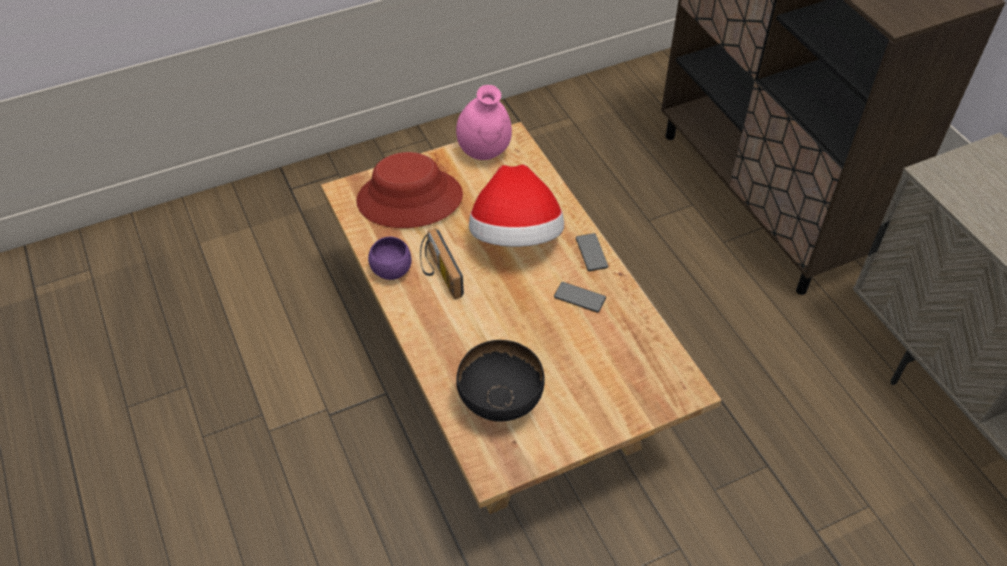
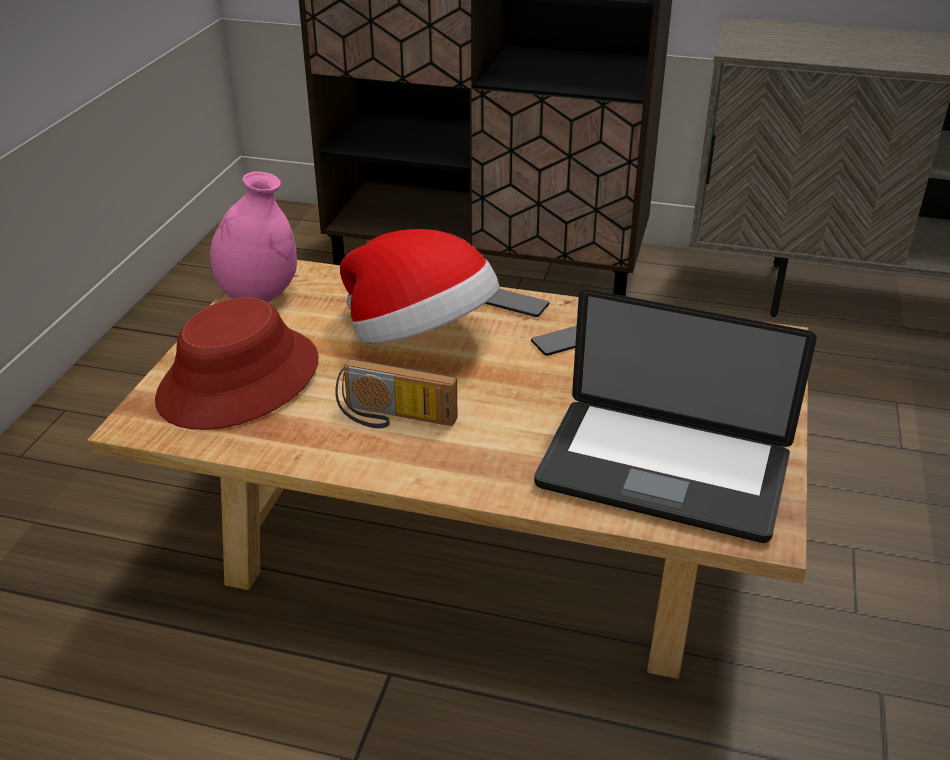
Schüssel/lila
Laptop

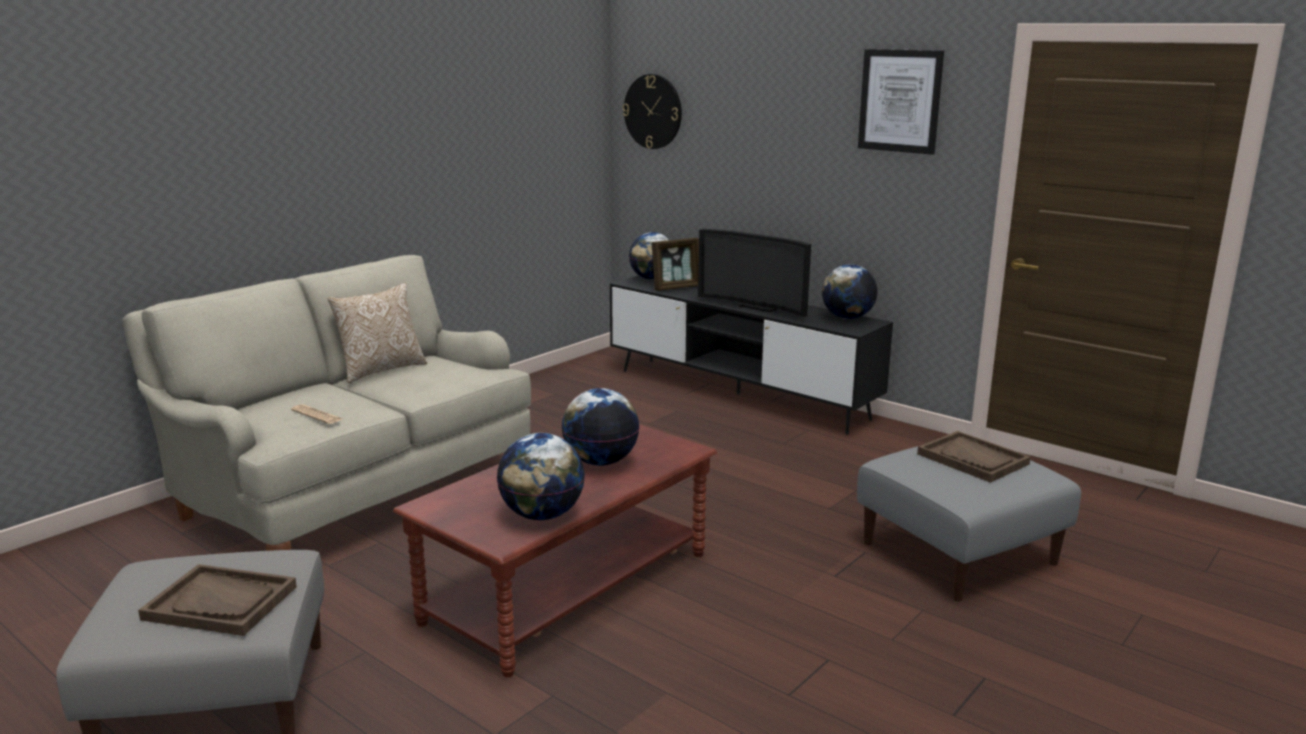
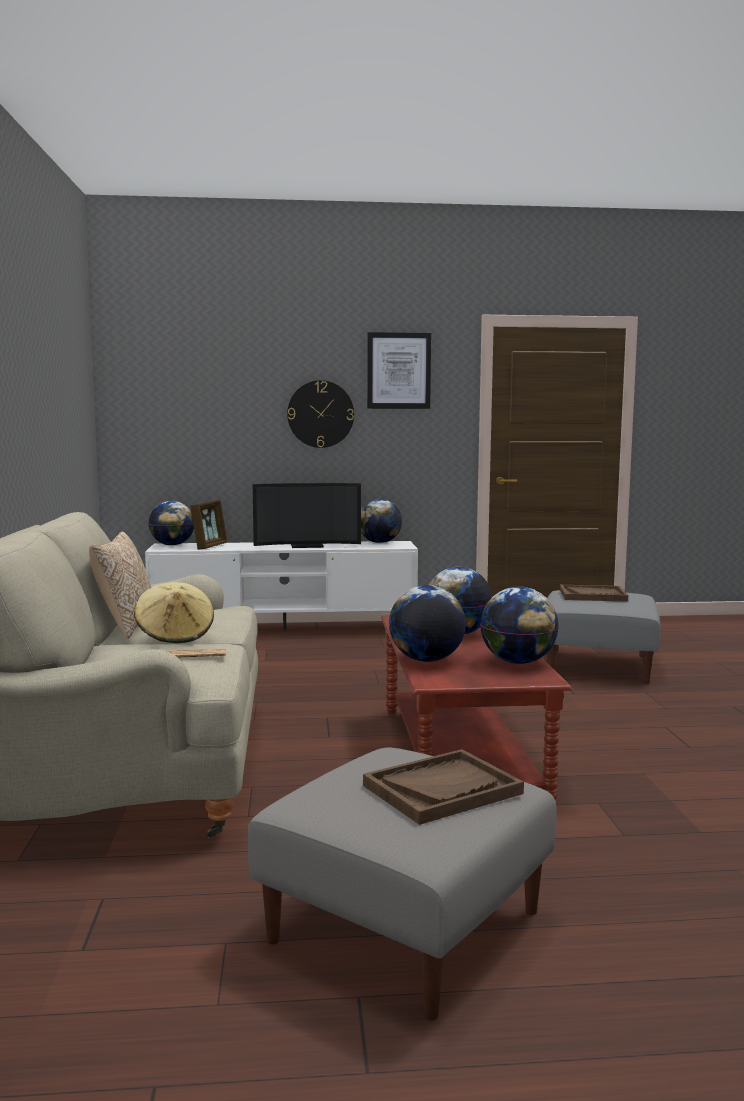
Wanduhr
Fernsehschrank/weiß
Hut/beige
Globus (no. 3 from left)

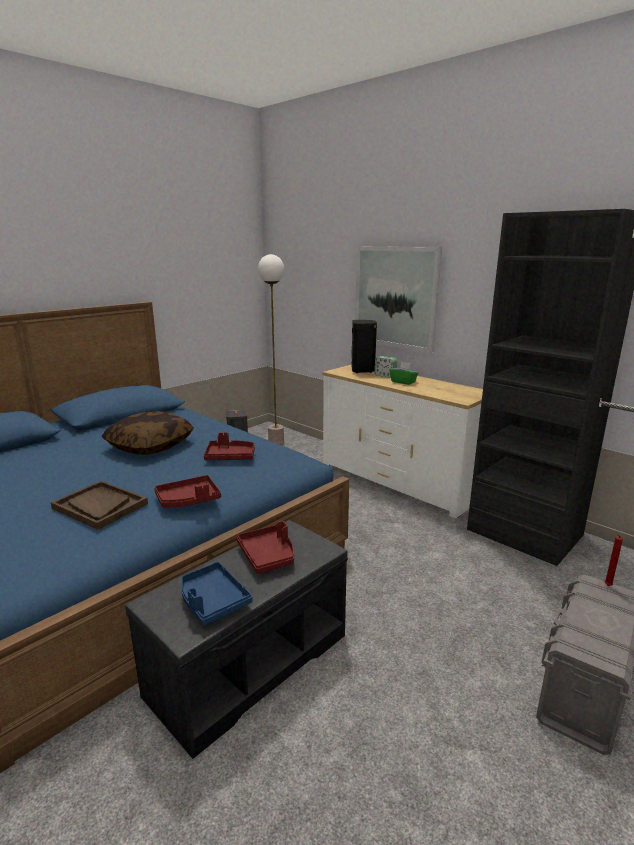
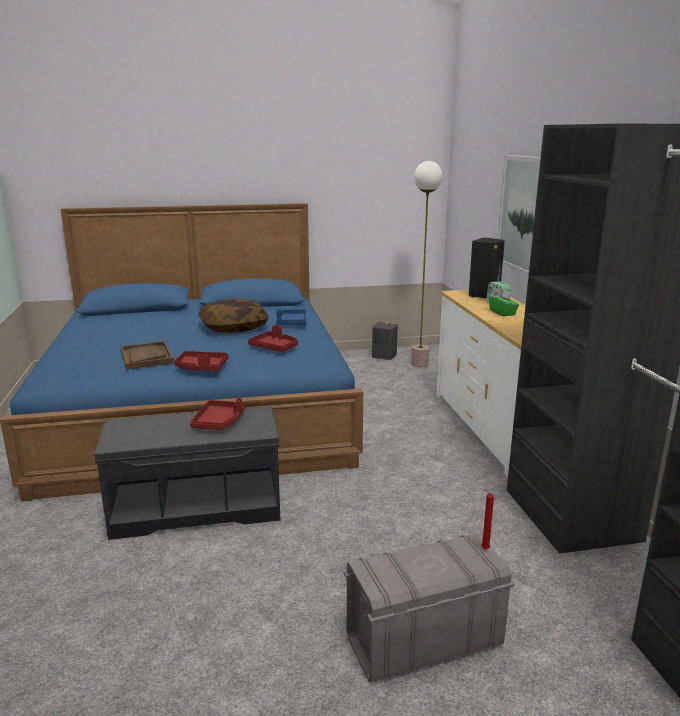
Tablett/blau

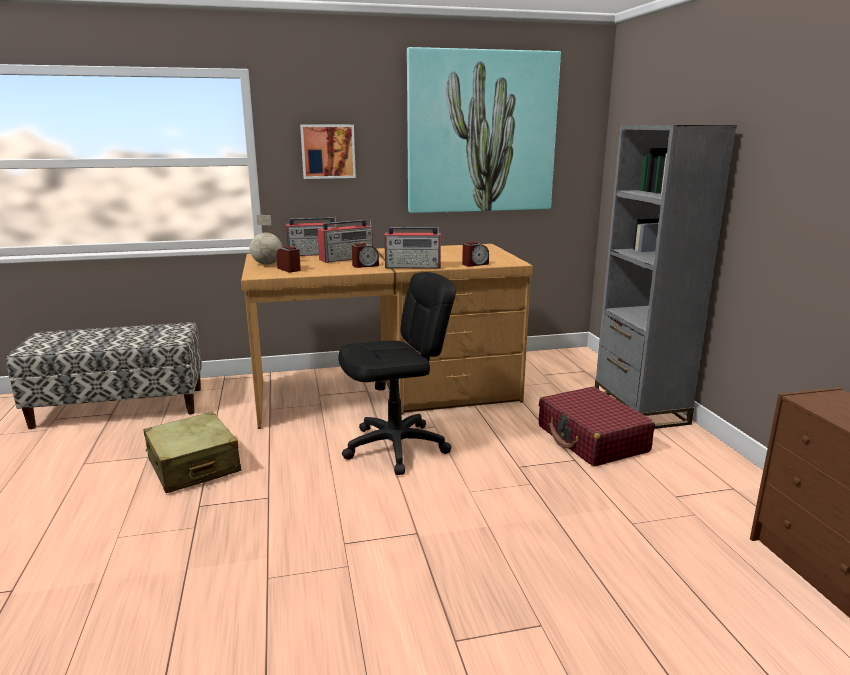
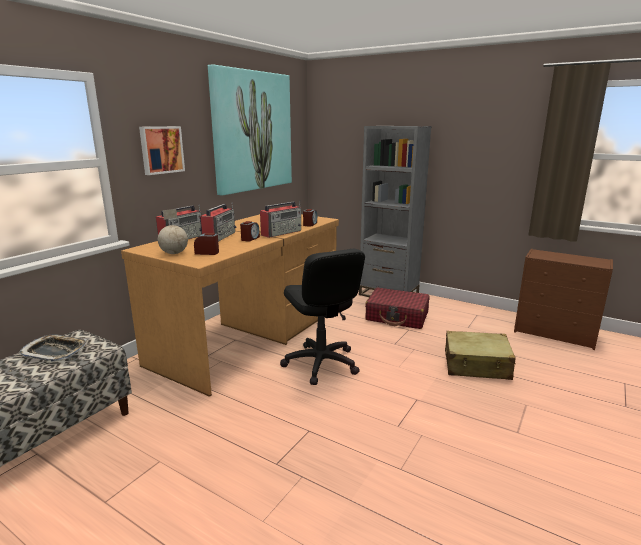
Bürostuhl/schwarz
Koffer/beige
Tablett

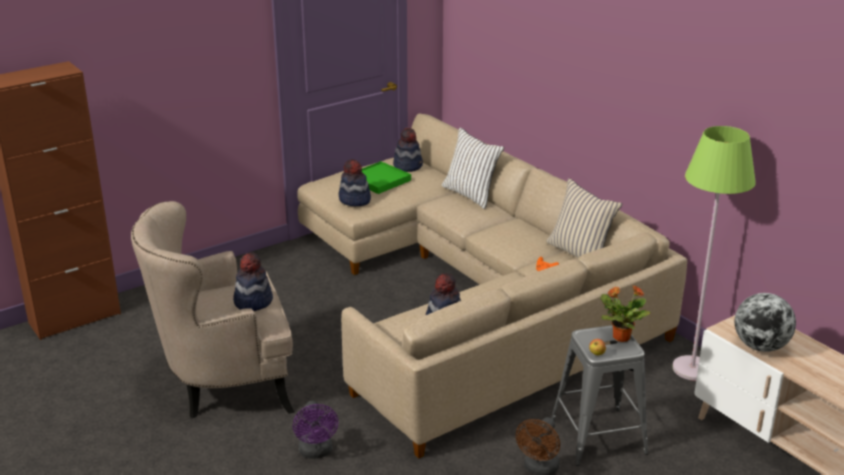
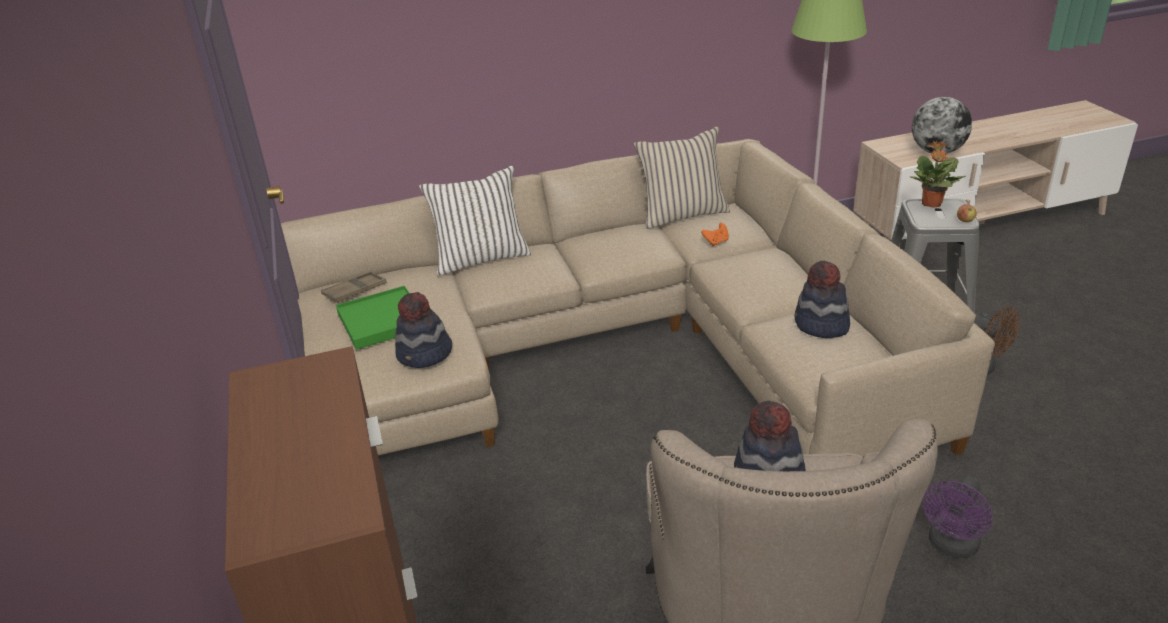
Tablett/braun
Ventilator/lila

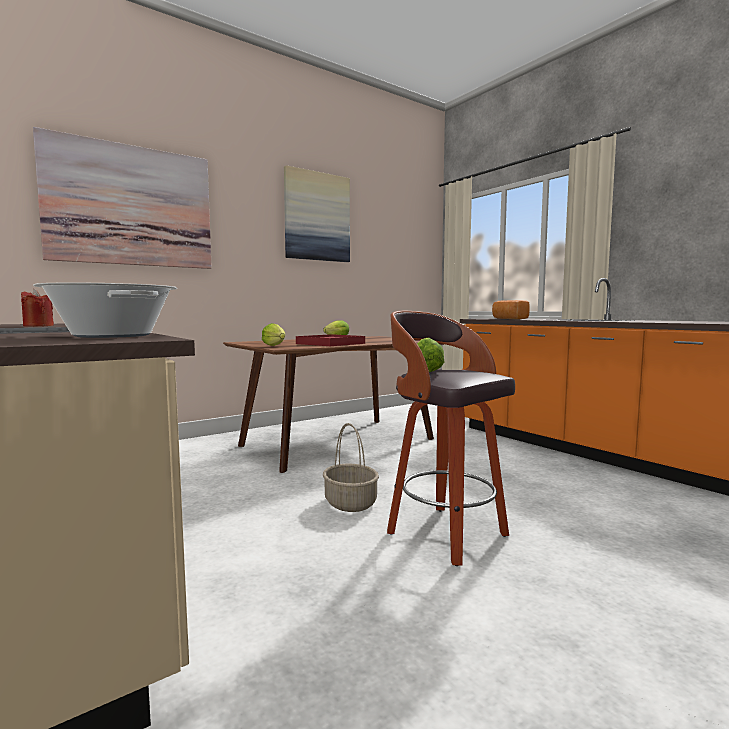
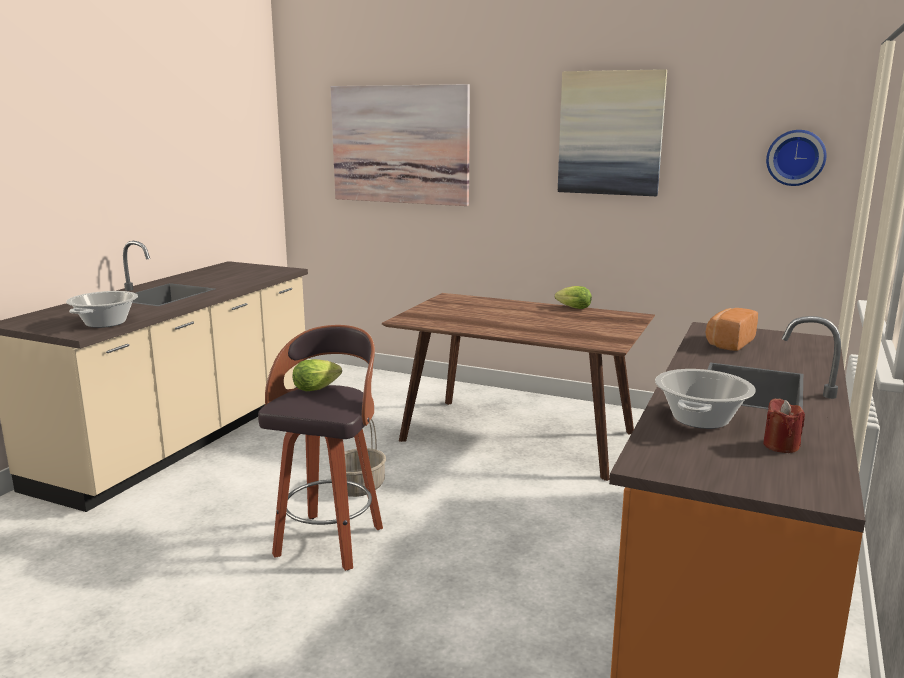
Kerze/rot
Salatkopf (no. 1 from left in the first image)
Tablett/rot
Wanduhr
Kochtopf (no. 2 from left)

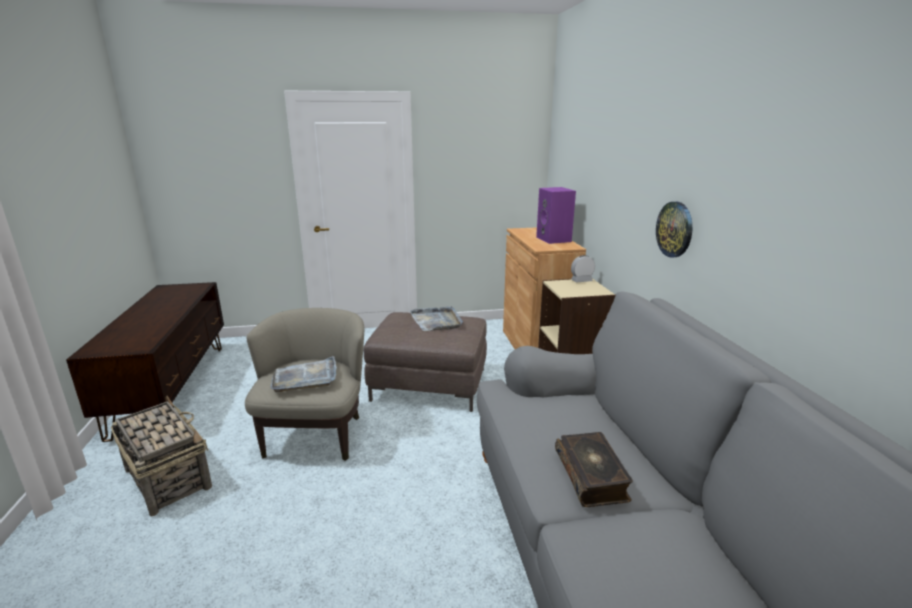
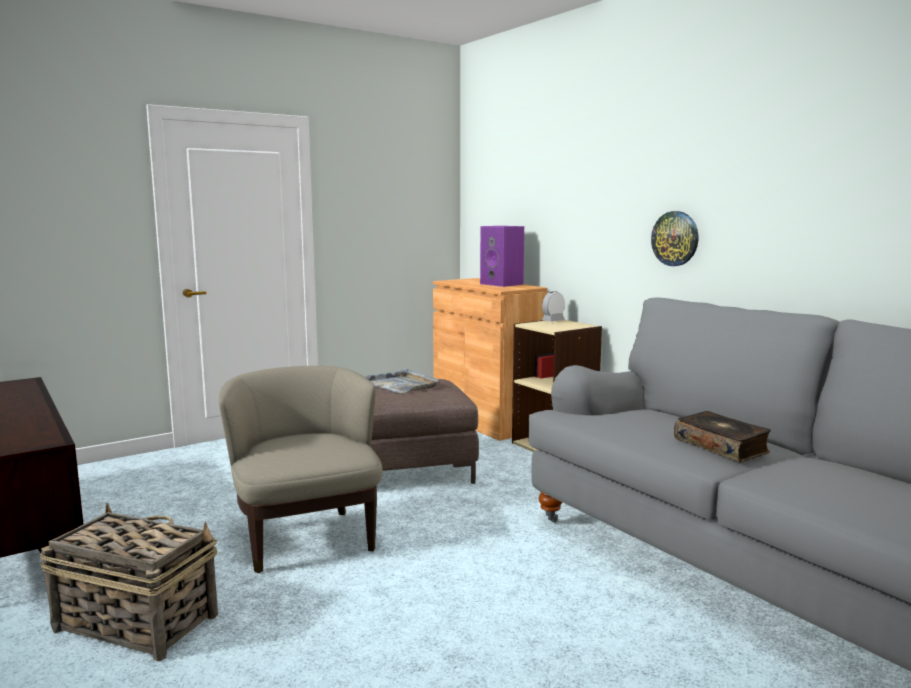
Tablett/grau (no. 1 from left in the first image)

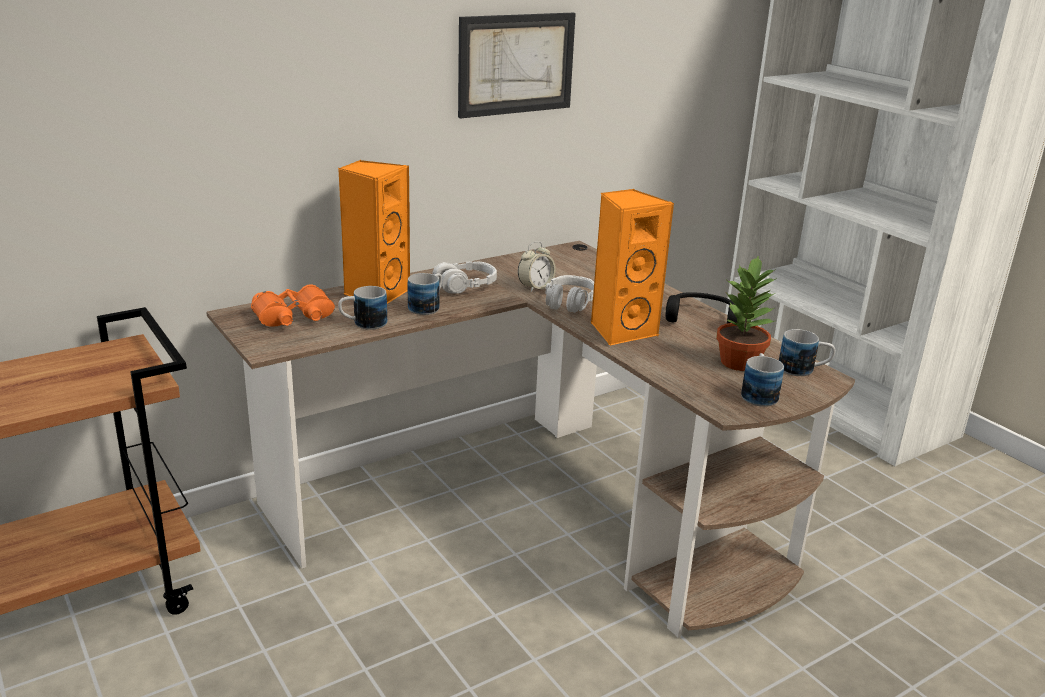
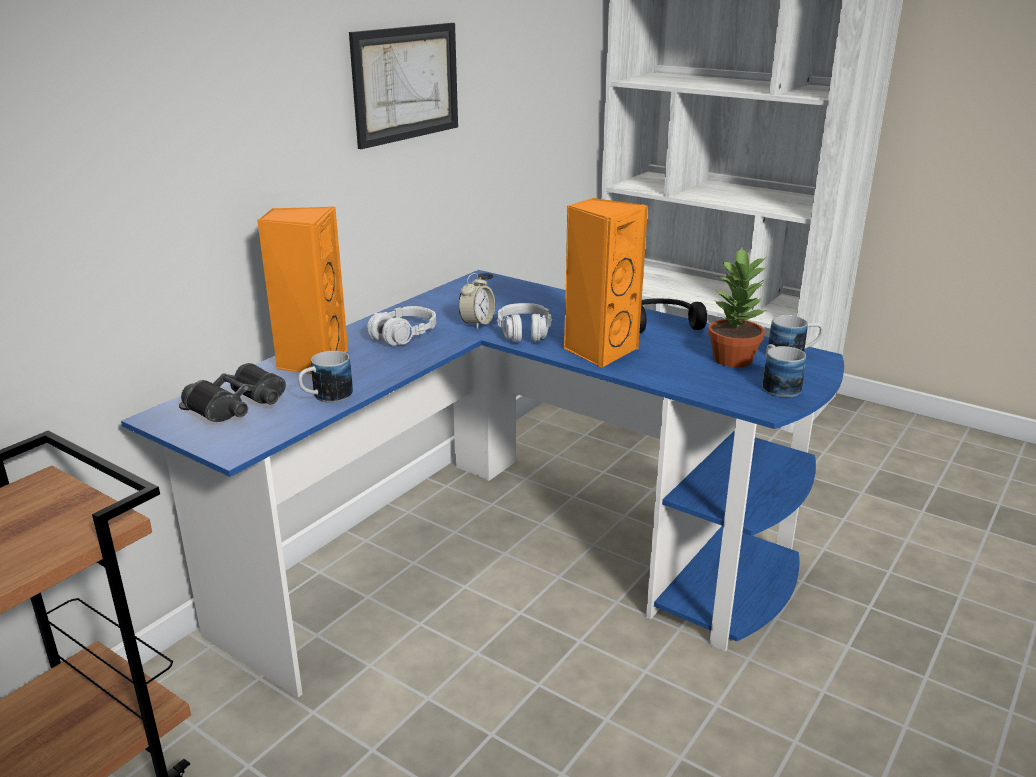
Schreibtisch/blau
Henkelbecher (no. 2 from left in the first image)
Fernglas/schwarz

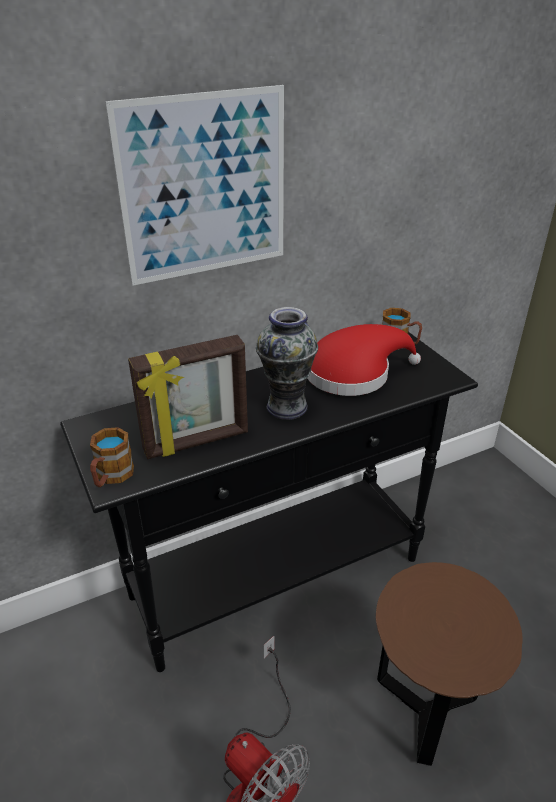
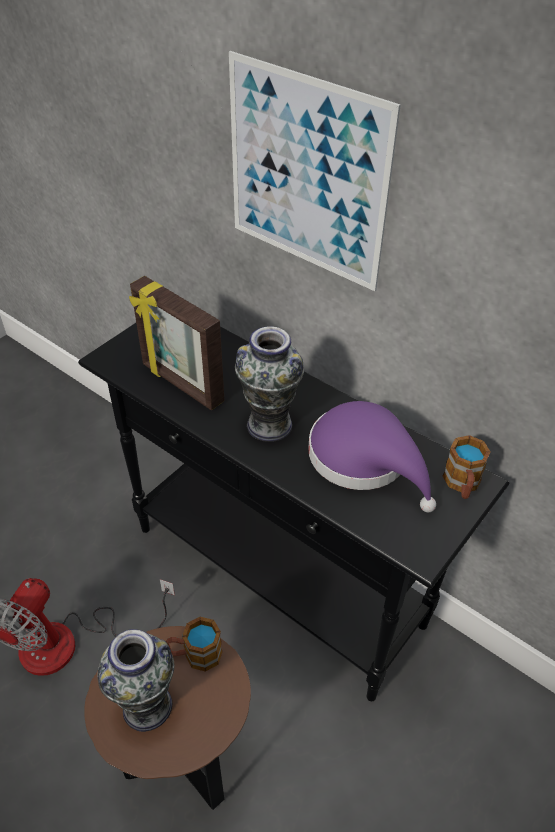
Hut/lila
Henkelbecher (no. 1 from left)
Vase (no. 1 from left)

